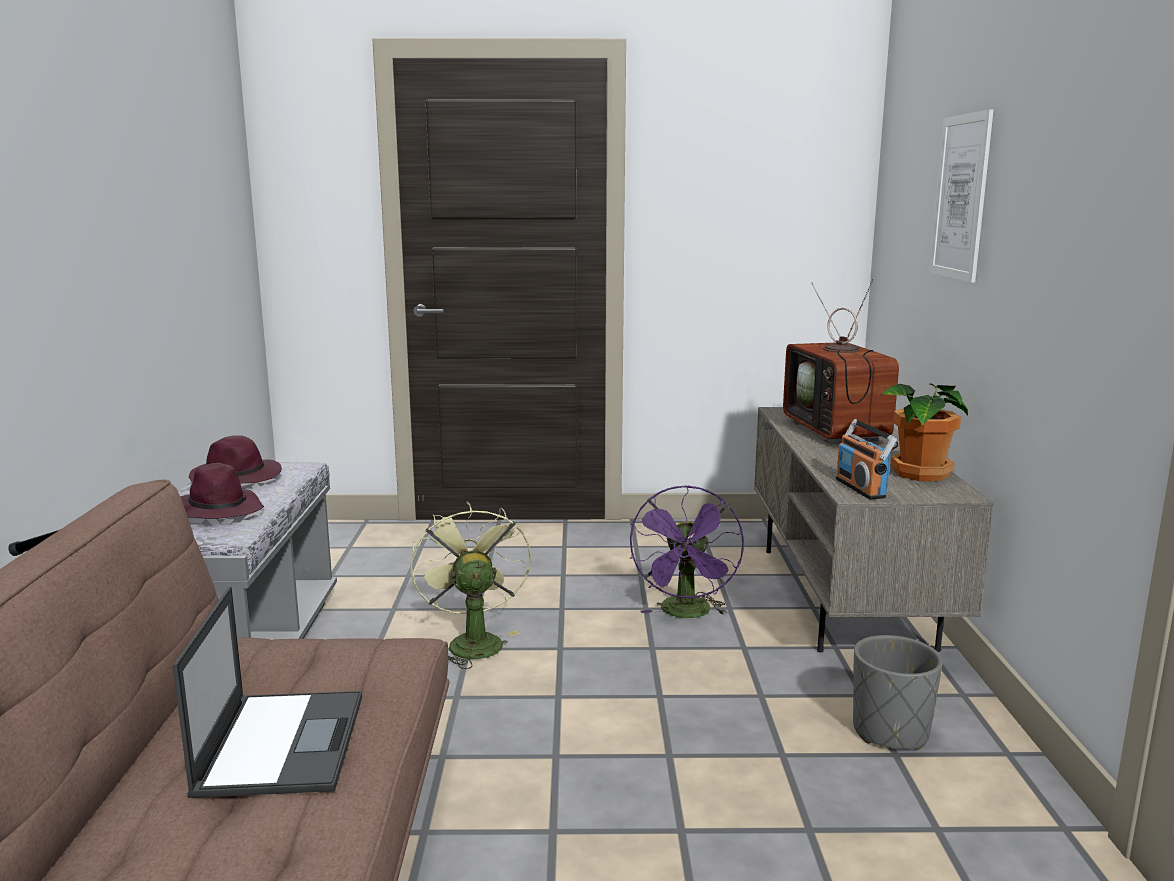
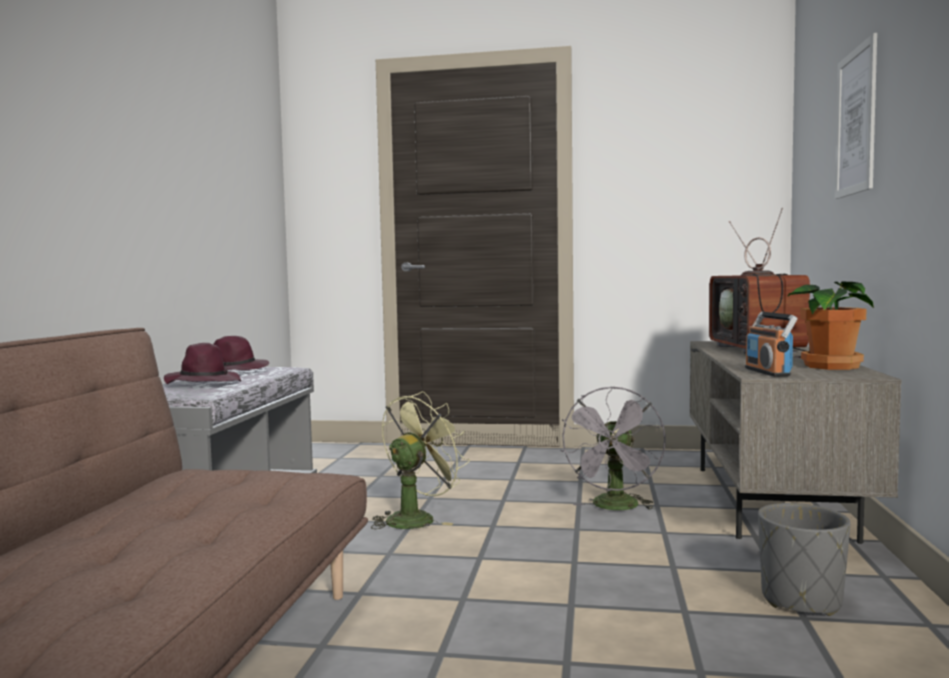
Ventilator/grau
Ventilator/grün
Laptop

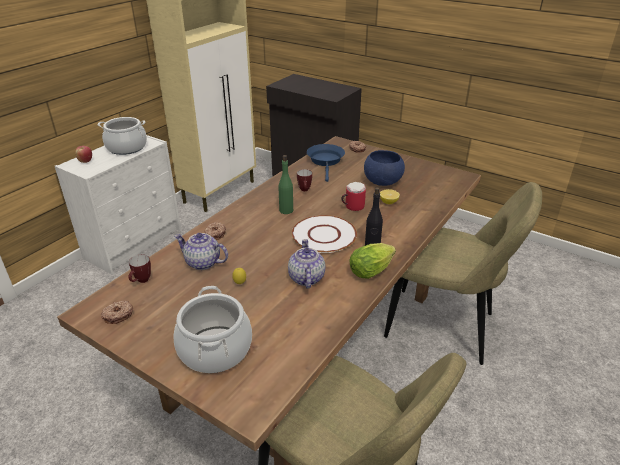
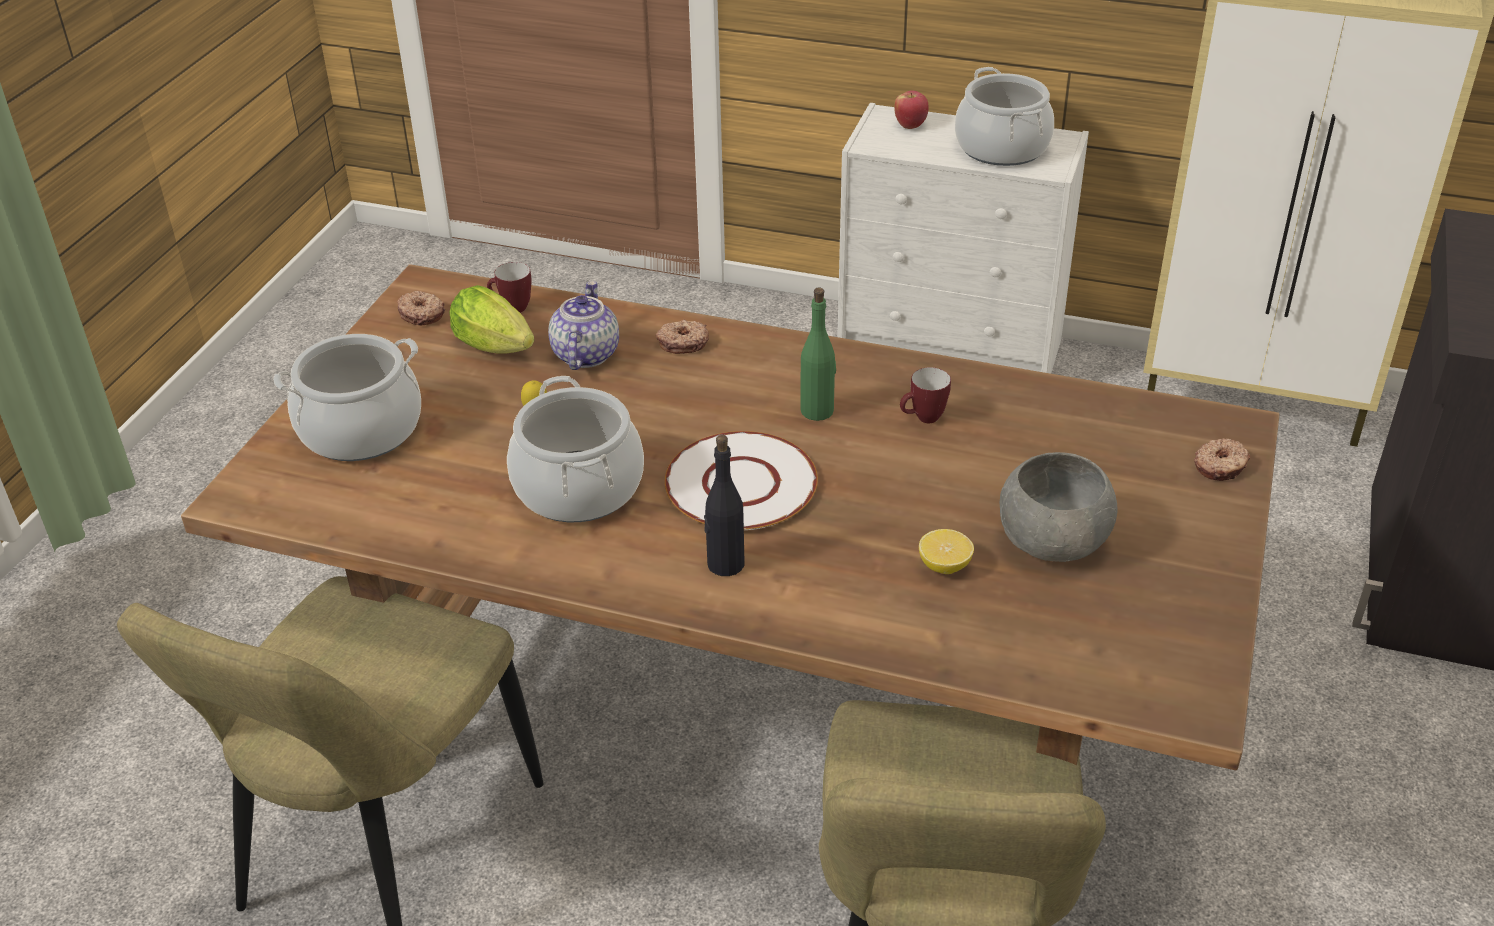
Pfanne/blau
Schüssel/grau
Henkelbecher (no. 3 from left in the first image)
Kochtopf (no. 2 from left)
Salatkopf

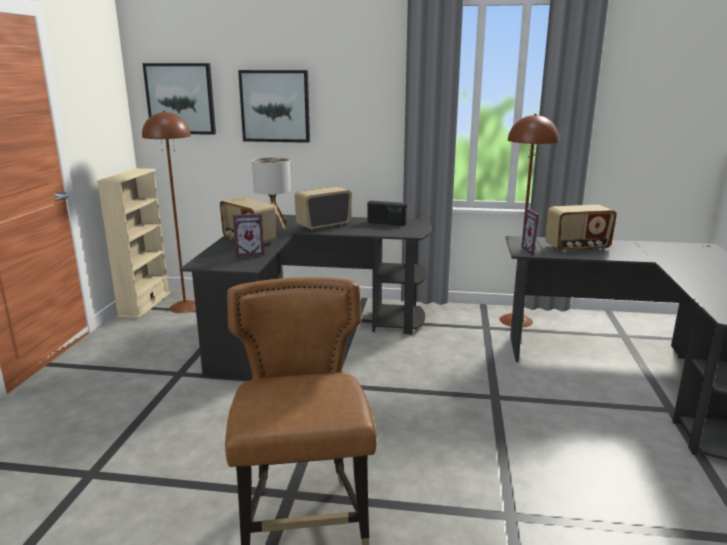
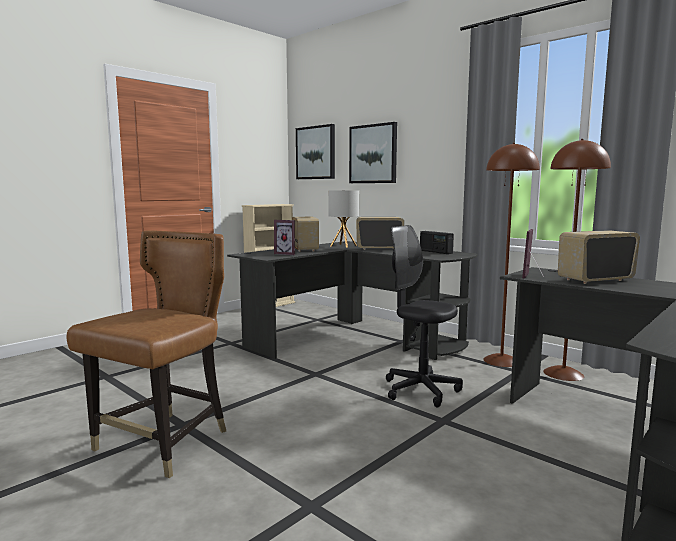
Stehlampe/braun (no. 1 from left)
Radio (no. 4 from left)
Bürostuhl/schwarz

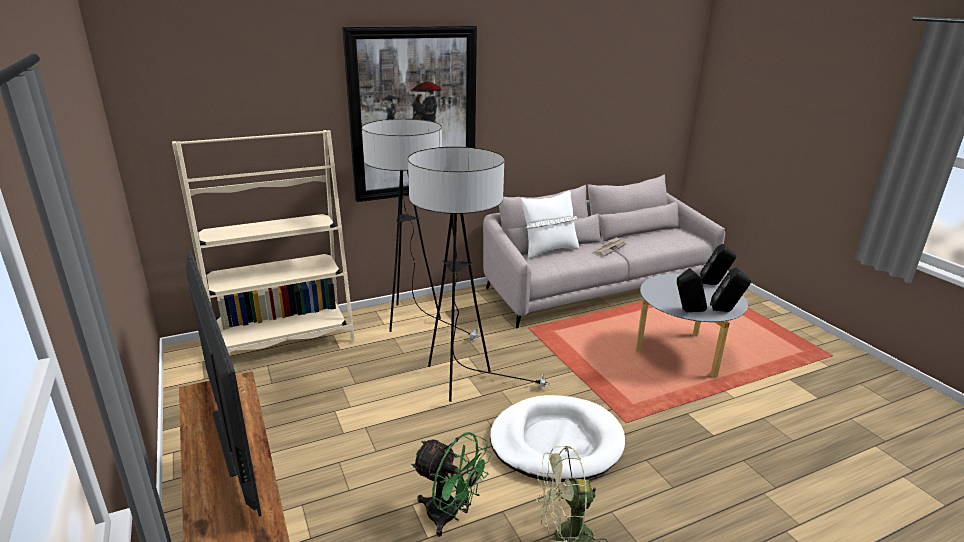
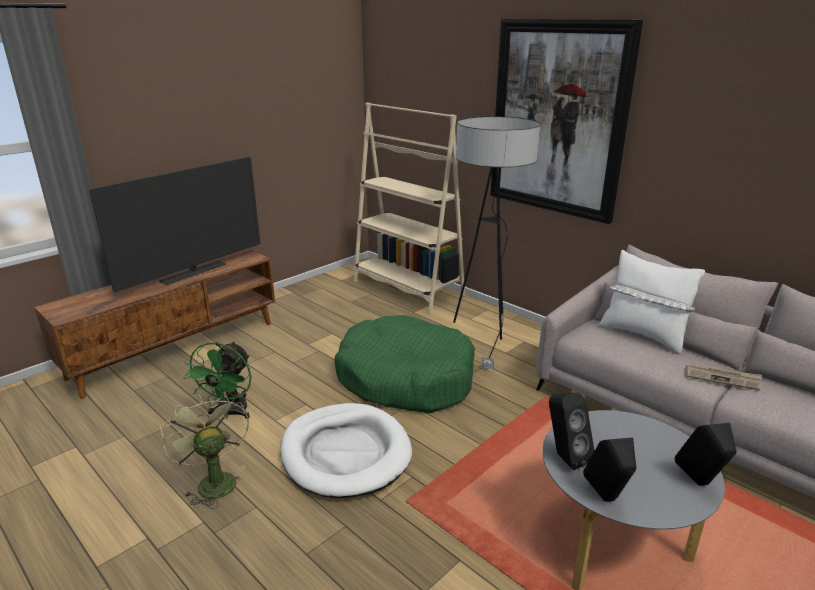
Hundebett/grün

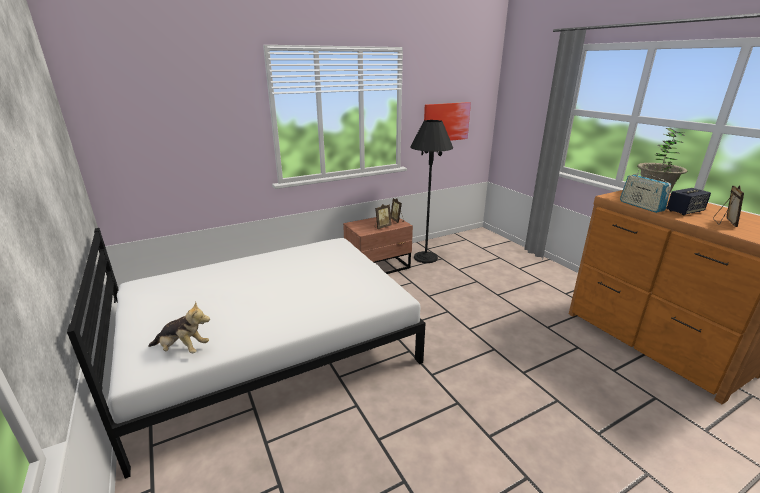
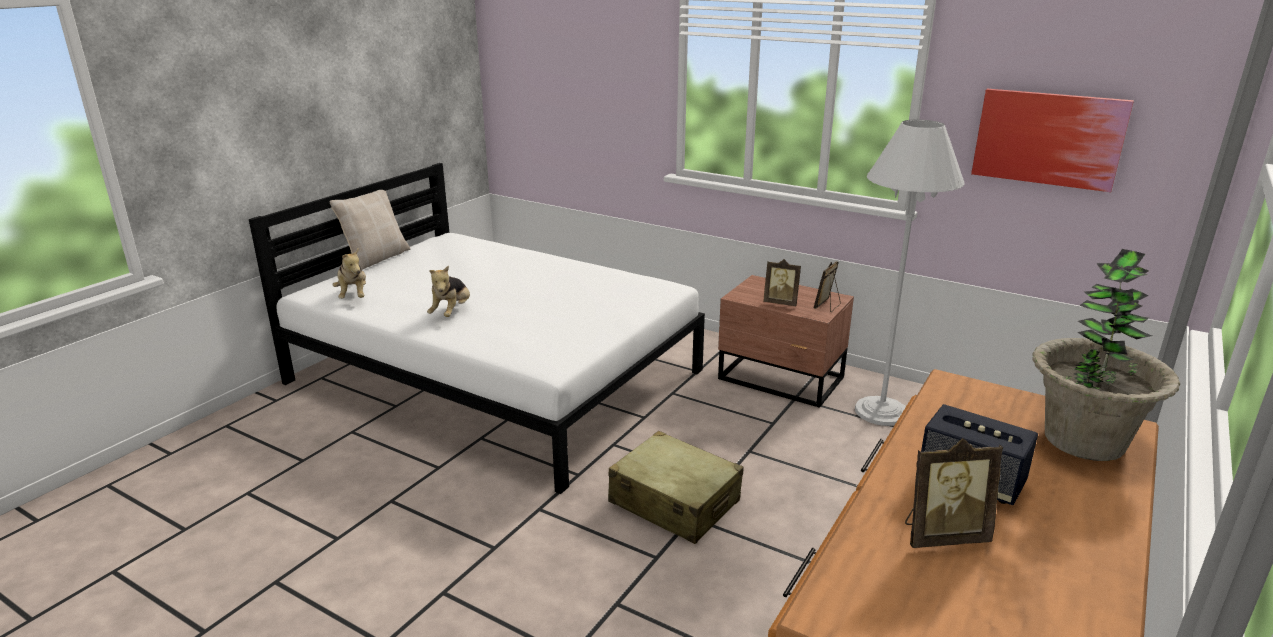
Stehlampe/weiß
Radio
Kissen/beige
Plüschtier (no. 2 from left)
Koffer/beige

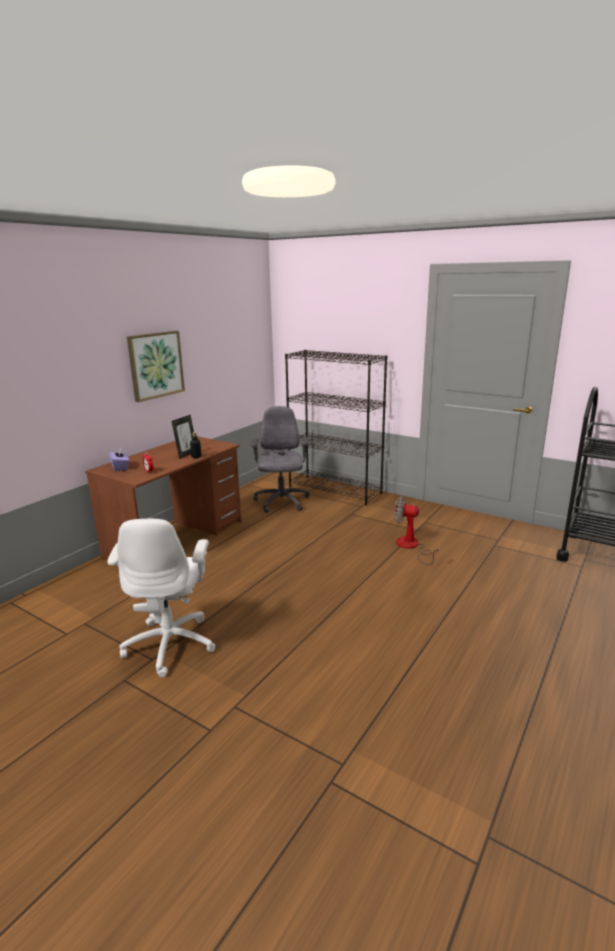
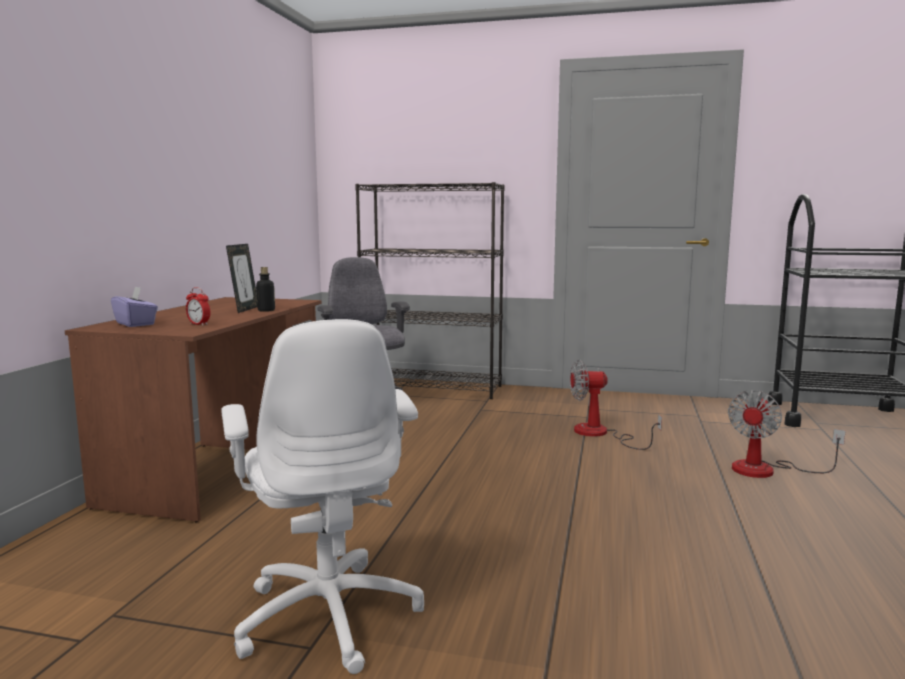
Bild
Ventilator (no. 2 from left)

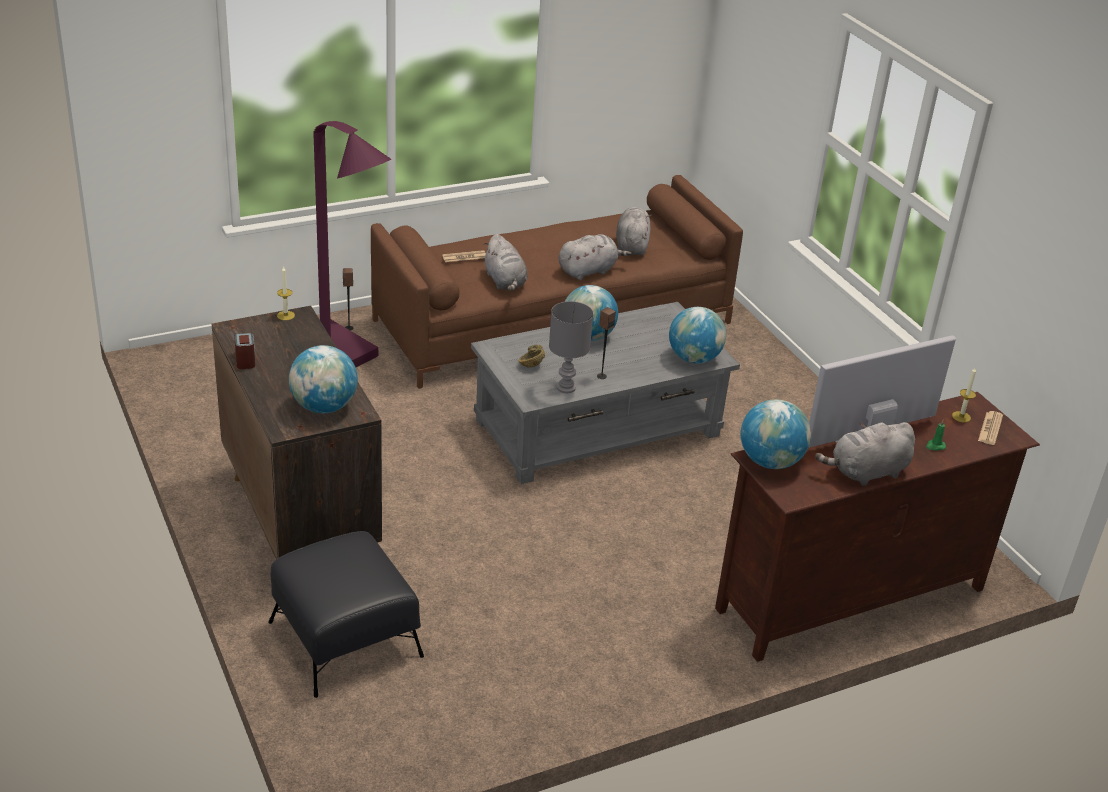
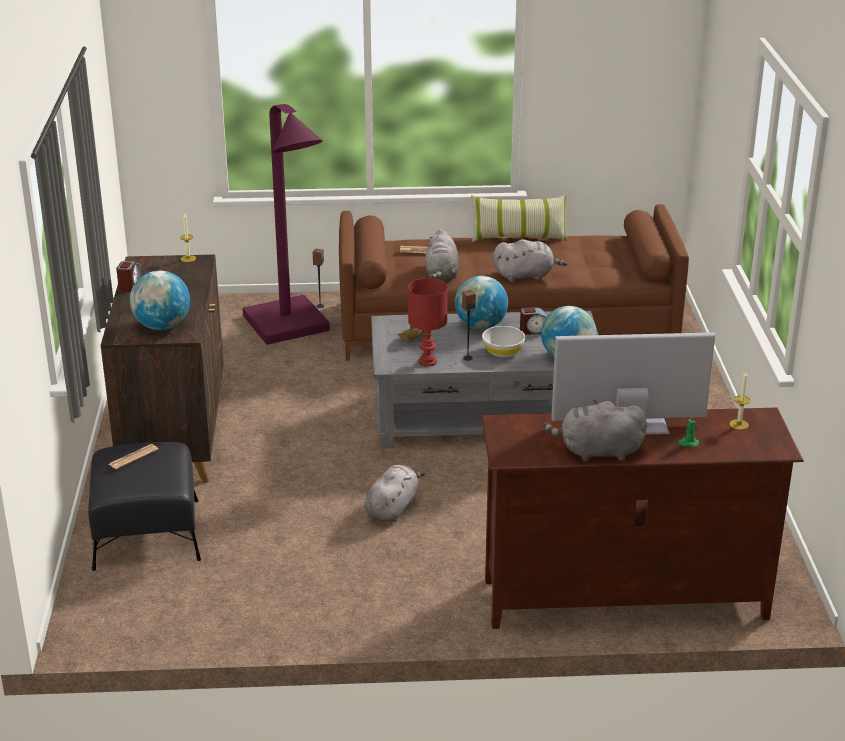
Plüschtier/grau (no. 1 from left)
Tischlampe/rot
Globus (no. 4 from left in the first image)
Zeitung (no. 1 from left)
Kissen
Wecker (no. 2 from left)
Schüssel/weiß

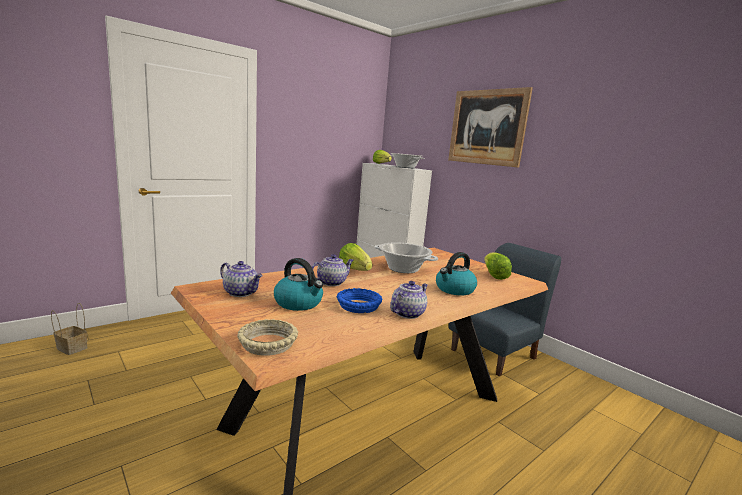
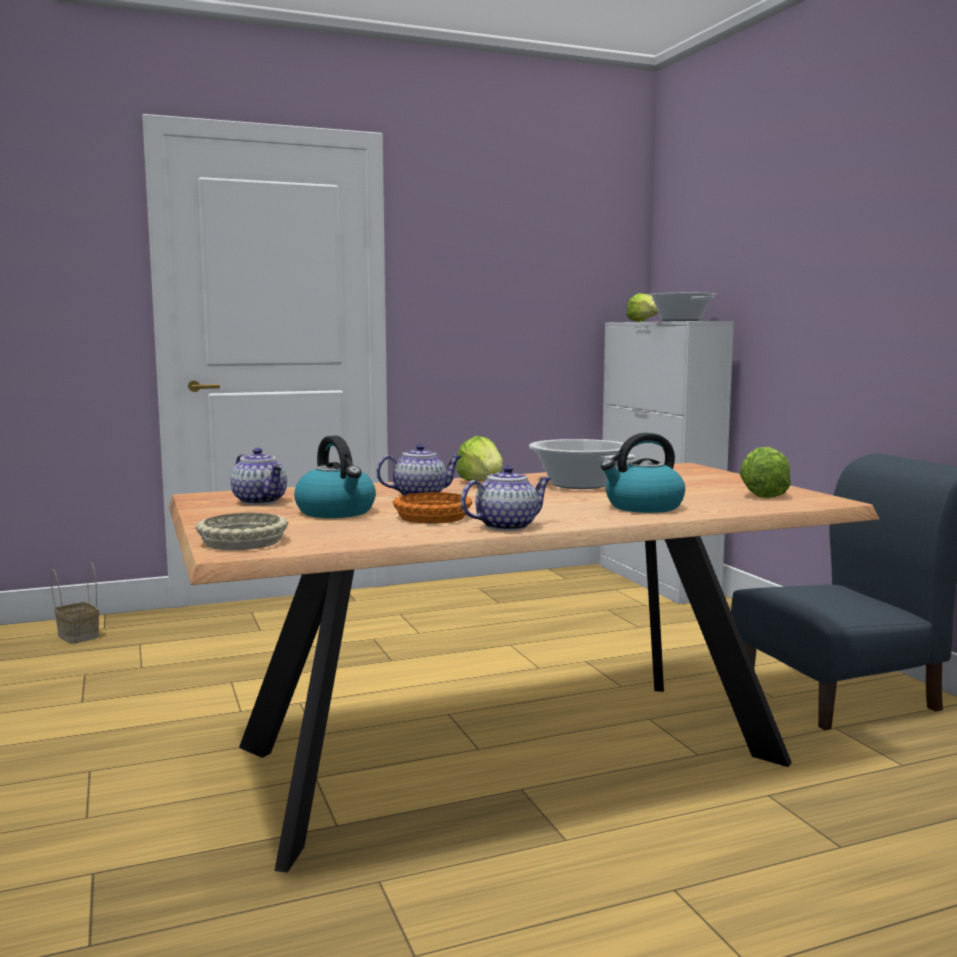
Bild
Schüssel/orange

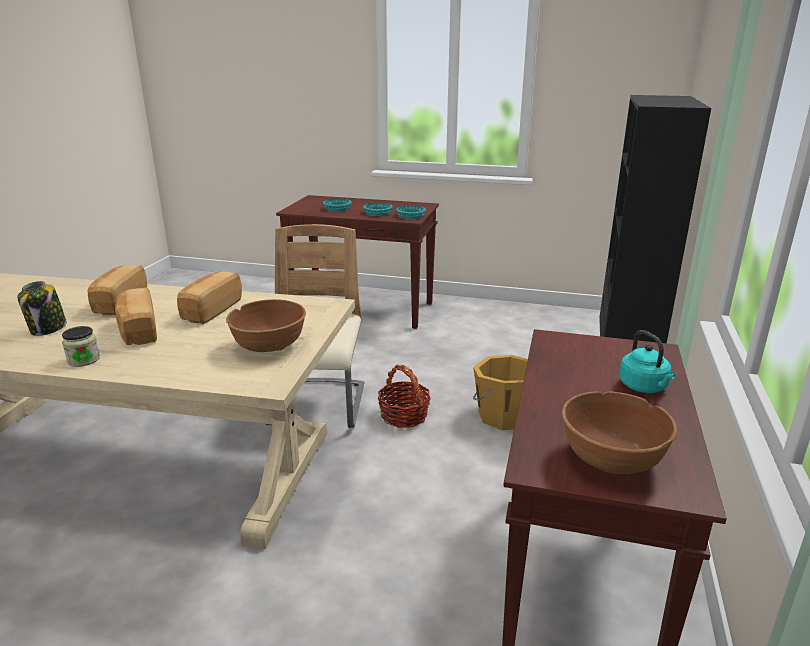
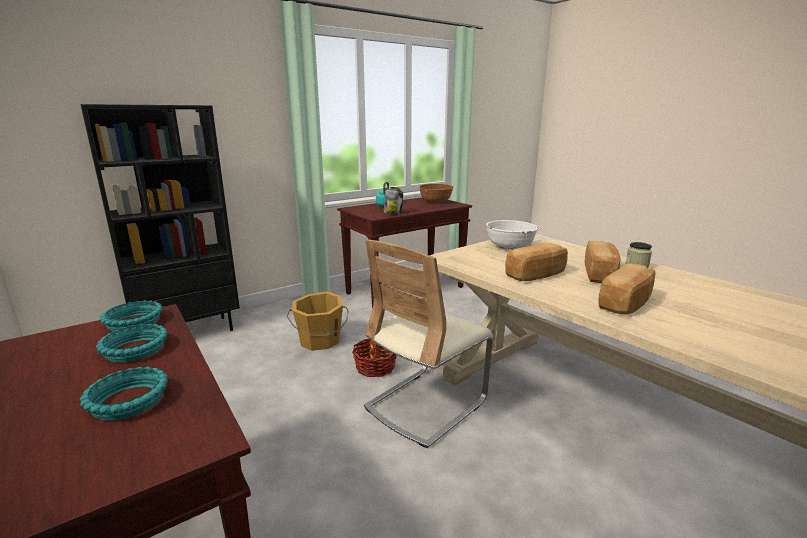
Vorratsglas (no. 1 from left)
Schüssel/weiß

